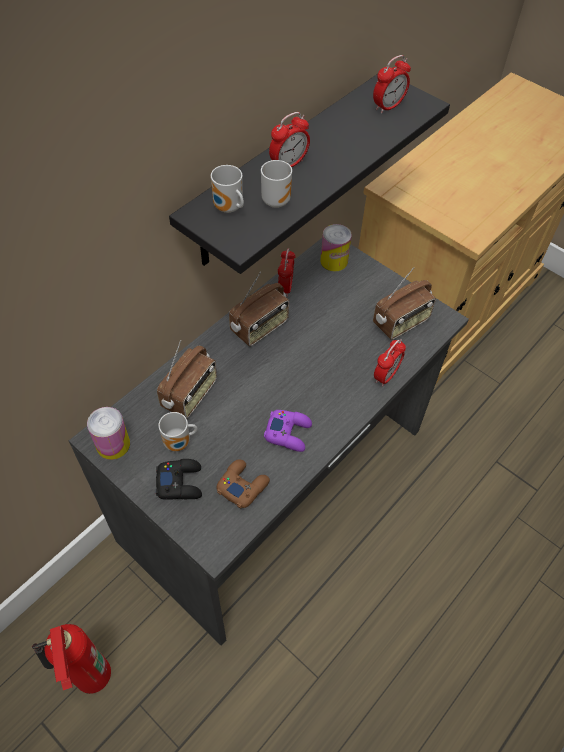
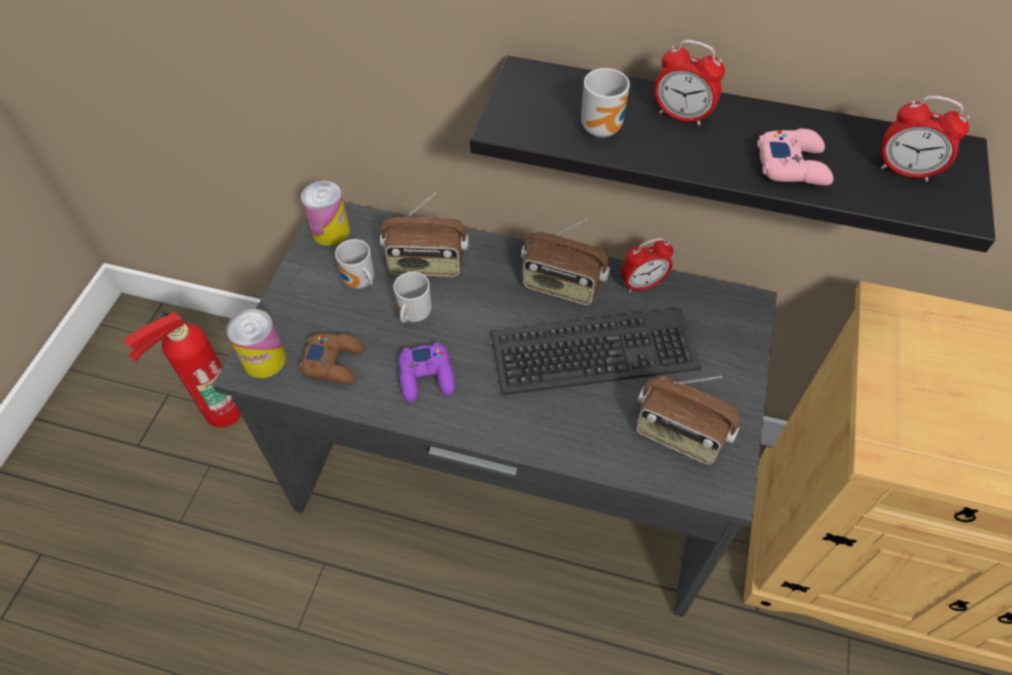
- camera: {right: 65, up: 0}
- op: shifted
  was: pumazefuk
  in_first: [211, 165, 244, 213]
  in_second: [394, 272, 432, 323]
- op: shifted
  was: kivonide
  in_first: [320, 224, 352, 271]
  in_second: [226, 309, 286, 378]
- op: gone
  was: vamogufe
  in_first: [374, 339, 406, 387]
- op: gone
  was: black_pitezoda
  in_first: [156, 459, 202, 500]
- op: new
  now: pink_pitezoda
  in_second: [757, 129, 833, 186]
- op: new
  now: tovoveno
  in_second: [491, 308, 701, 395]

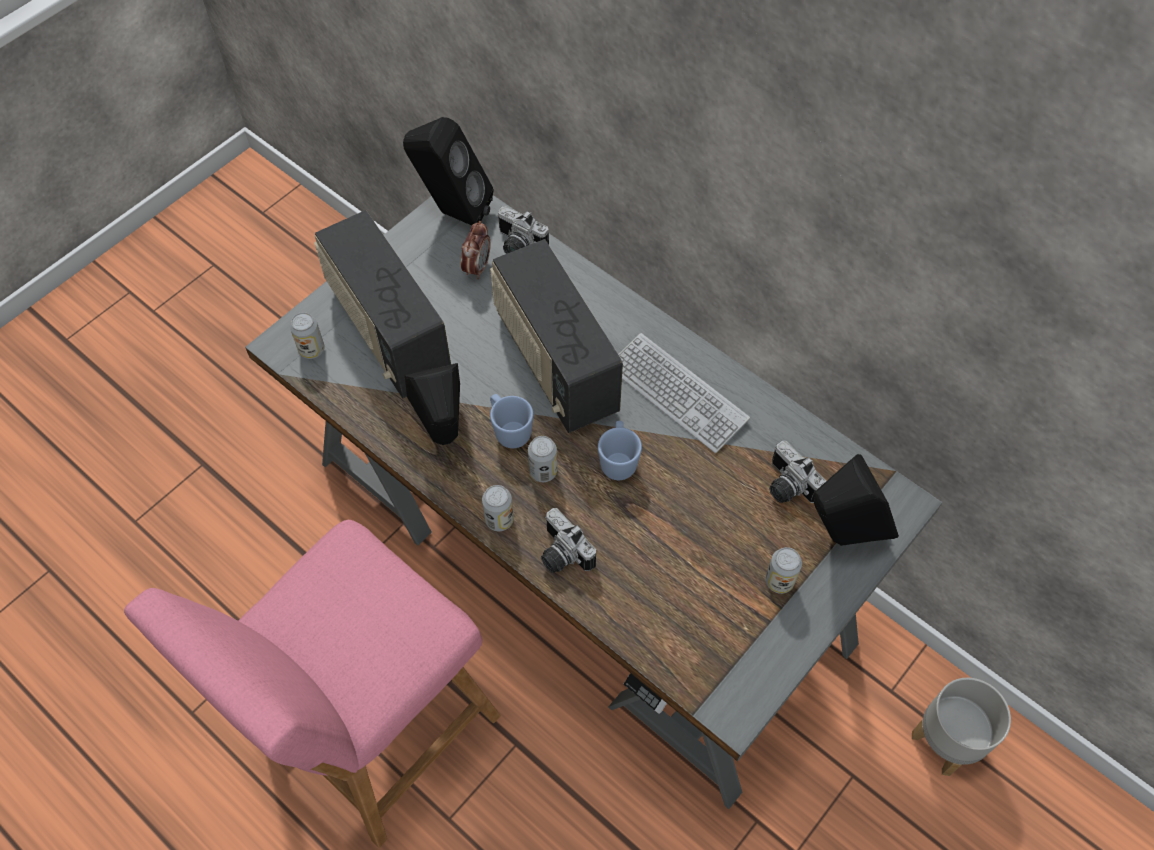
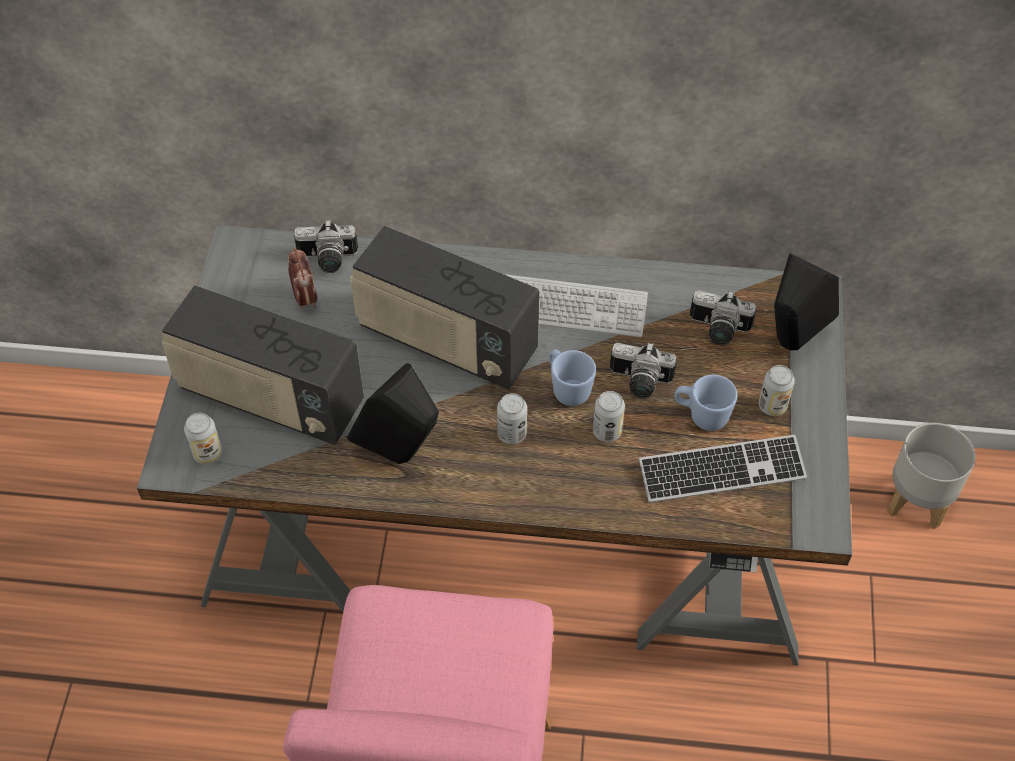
- camera: {right: -35, up: -5}
- op: gone
  was: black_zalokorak
  in_first: [403, 117, 494, 225]
- op: shifted
  was: blue_pumazefuk
  in_first: [490, 394, 534, 448]
  in_second: [675, 375, 737, 431]
- op: shifted
  was: kivonide
  in_first: [482, 485, 514, 531]
  in_second: [593, 391, 625, 442]
- op: shifted
  was: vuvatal
  in_first: [541, 508, 596, 573]
  in_second: [610, 342, 677, 399]
- op: new
  now: tovoveno
  in_second: [639, 435, 807, 503]

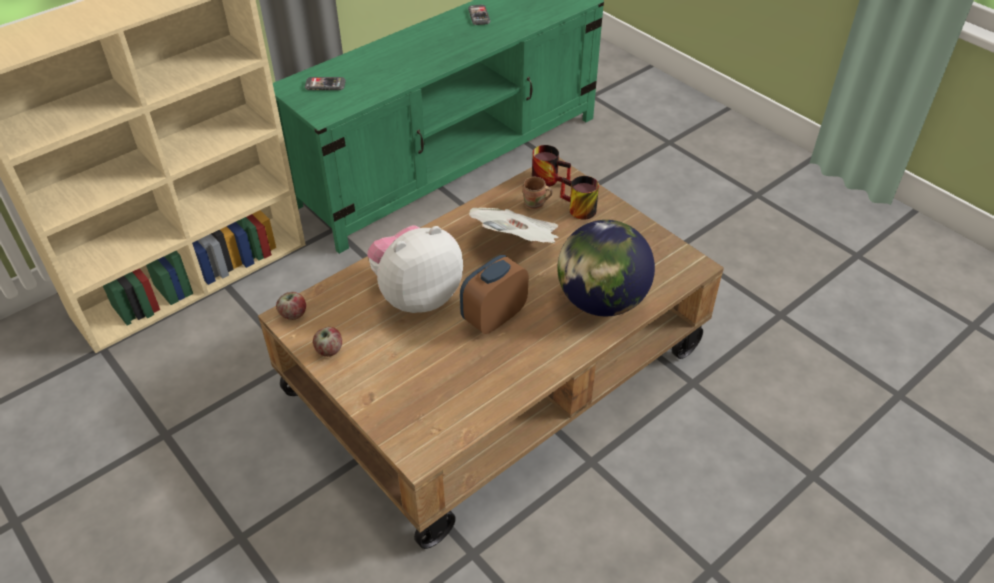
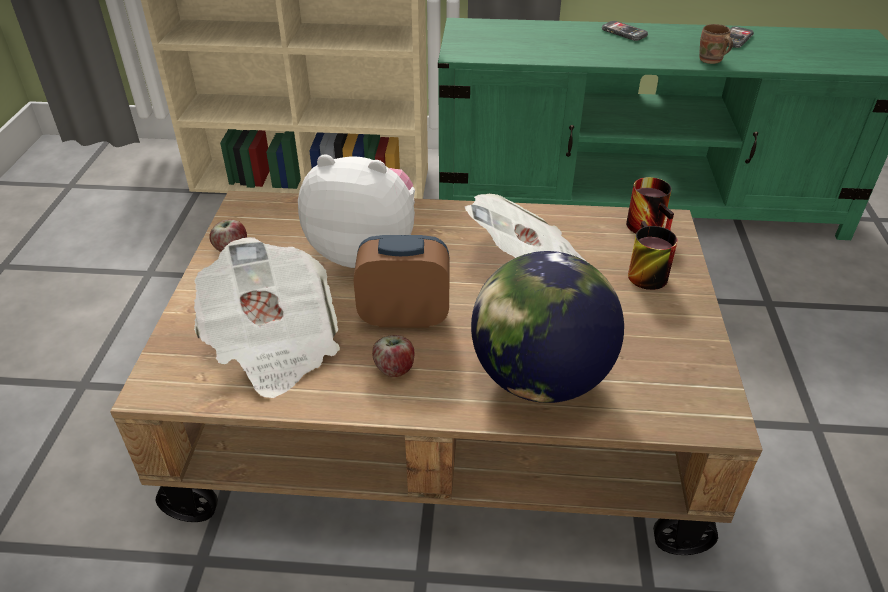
- camera: {right: 45, up: -5}
- op: shifted
  was: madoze
  in_first: [305, 77, 346, 91]
  in_second: [602, 21, 648, 41]
- op: shifted
  was: brown_pumazefuk
  in_first: [523, 176, 552, 210]
  in_second: [699, 24, 733, 64]
- op: shifted
  was: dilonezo
  in_first: [276, 292, 306, 320]
  in_second: [372, 335, 414, 377]
- op: new
  now: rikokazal
  in_second: [194, 237, 340, 398]

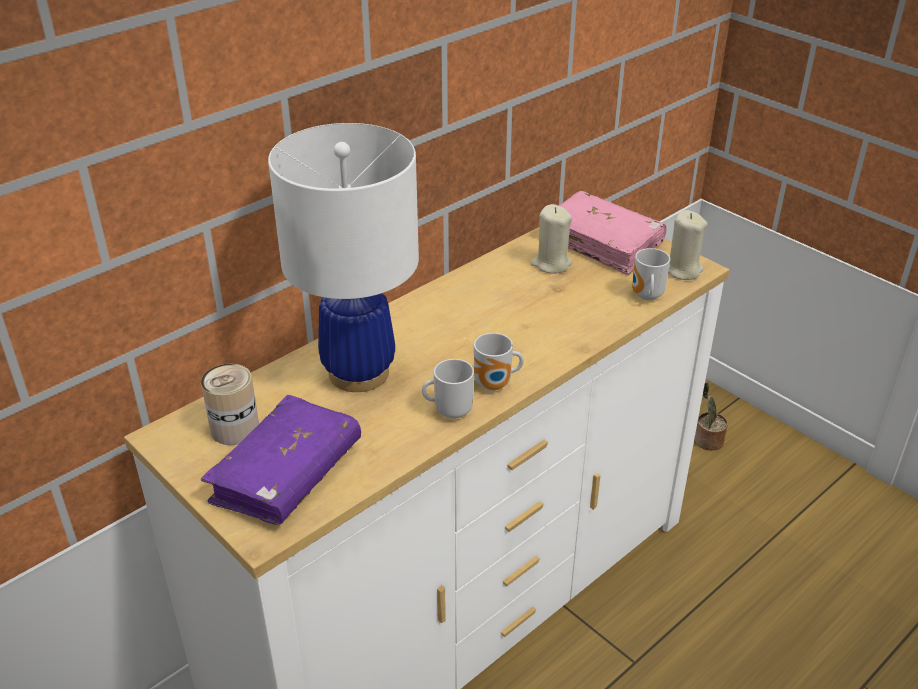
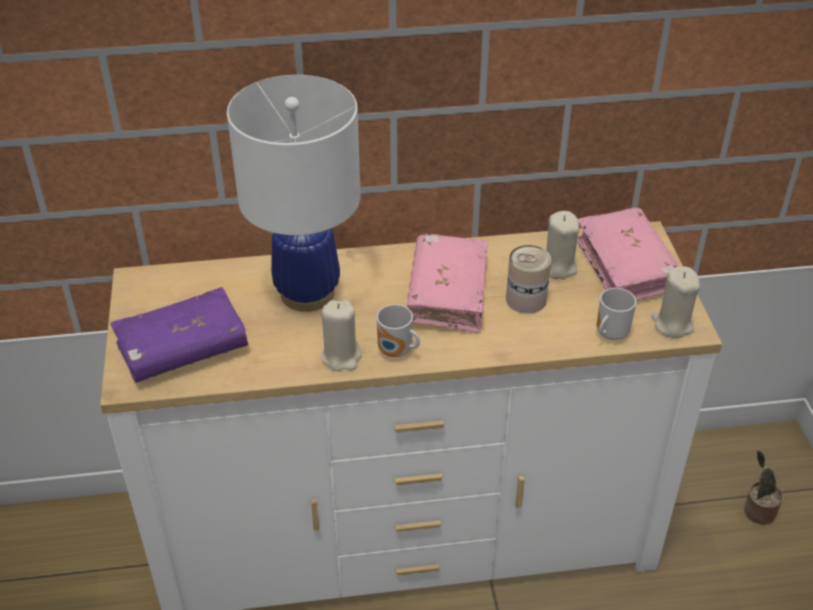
- camera: {right: 35, up: 5}
- op: swapped
  was: pumazefuk
  now: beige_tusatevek
  in_first: [422, 359, 474, 419]
  in_second: [321, 300, 362, 371]
- op: shifted
  was: kivonide
  in_first: [201, 364, 259, 445]
  in_second: [506, 245, 551, 314]
- op: new
  now: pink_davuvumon
  in_second: [406, 234, 488, 333]

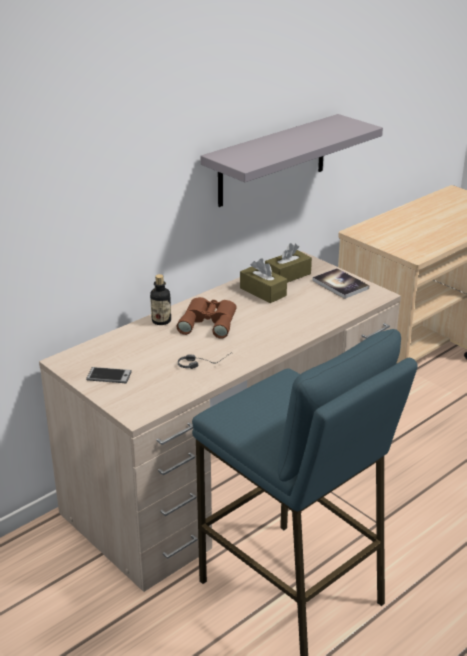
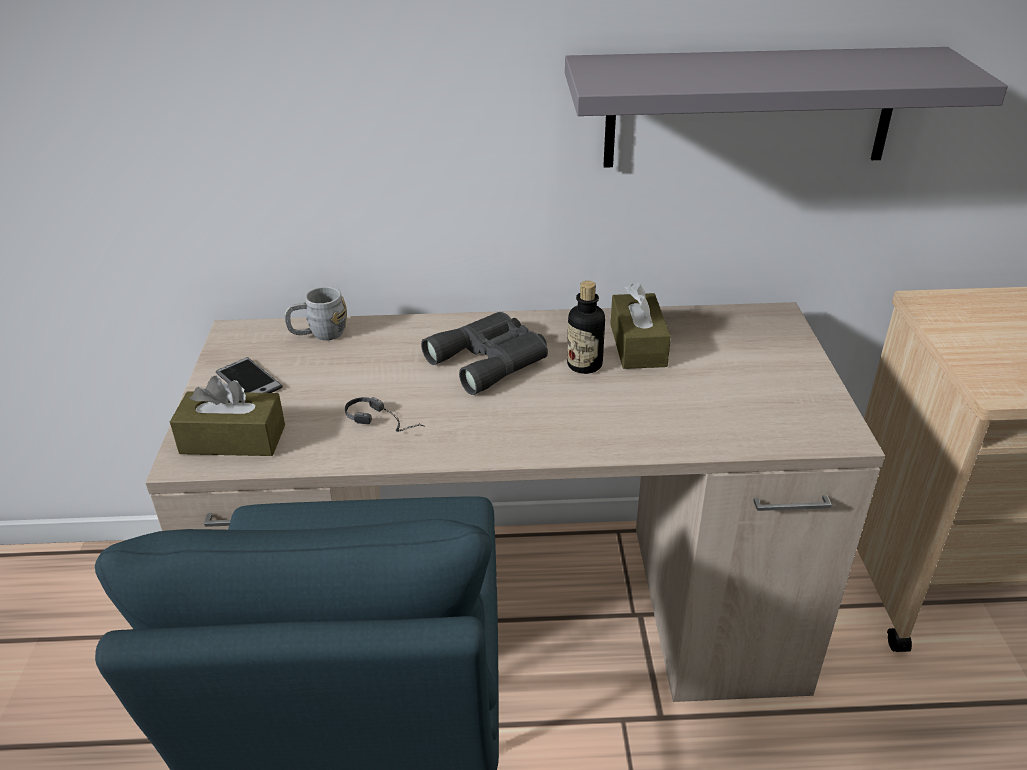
- camera: {right: 40, up: 5}
- op: shifted
  was: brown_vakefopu
  in_first: [265, 243, 312, 283]
  in_second: [170, 376, 285, 456]
- op: gone
  was: davuvumon
  in_first: [312, 268, 369, 299]
- op: shifted
  was: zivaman
  in_first: [150, 274, 171, 325]
  in_second: [567, 281, 605, 374]
- op: repainted
  was: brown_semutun
  now: grey_semutun
  in_first: [176, 297, 237, 339]
  in_second: [421, 312, 548, 395]
- op: new
  now: grey_pumazefuk
  in_second: [284, 286, 347, 341]

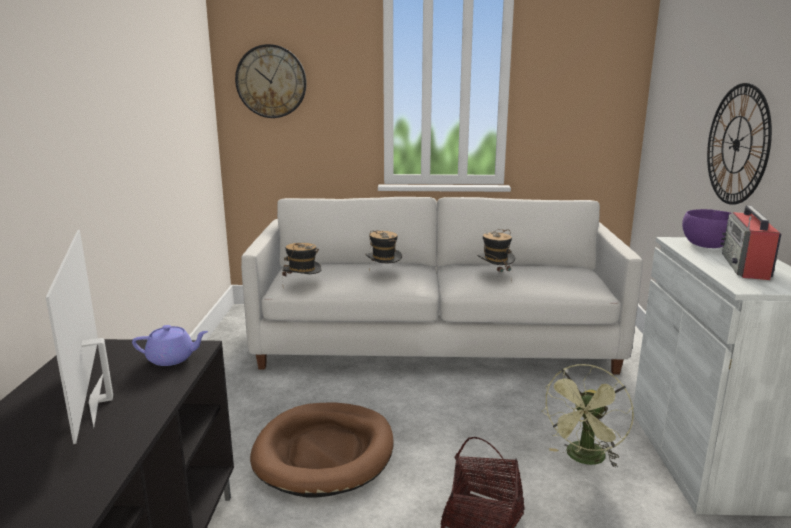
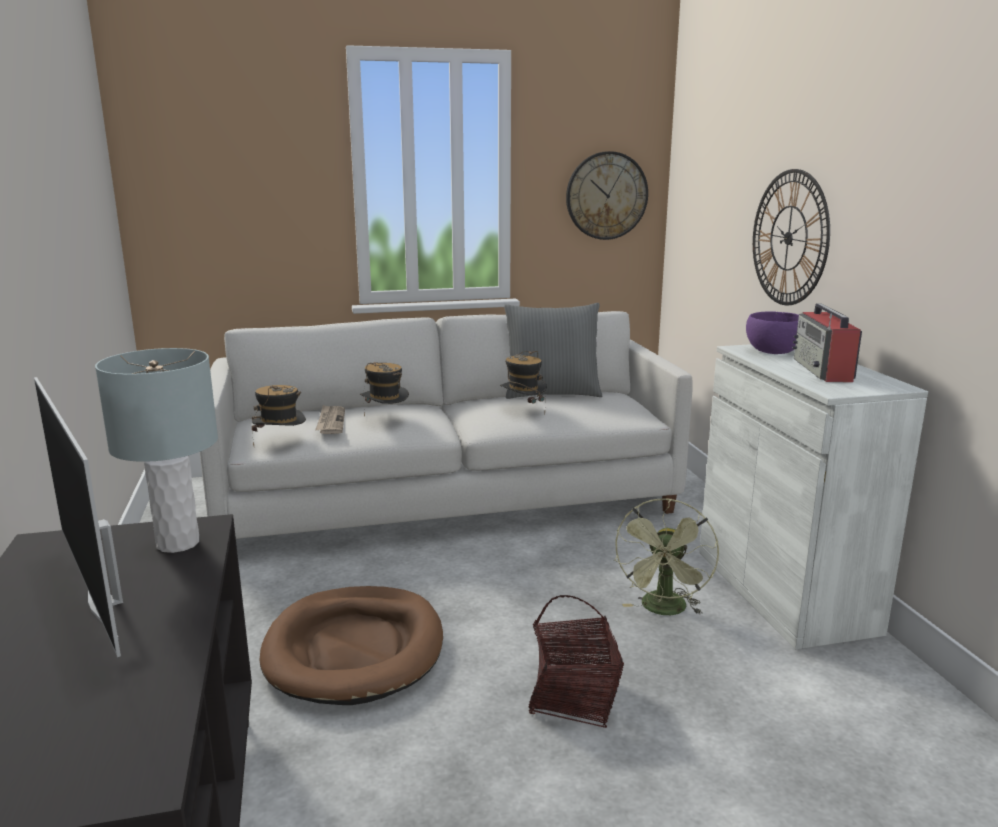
- camera: {right: -15, up: 0}
- op: shifted
  was: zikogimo
  in_first: [235, 44, 307, 118]
  in_second: [566, 151, 648, 240]
- op: swapped
  was: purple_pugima
  now: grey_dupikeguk
  in_first: [132, 325, 208, 366]
  in_second: [95, 348, 218, 553]
- op: new
  now: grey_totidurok
  in_second: [504, 303, 603, 399]
- op: new
  now: rikokazal
  in_second: [315, 405, 345, 434]

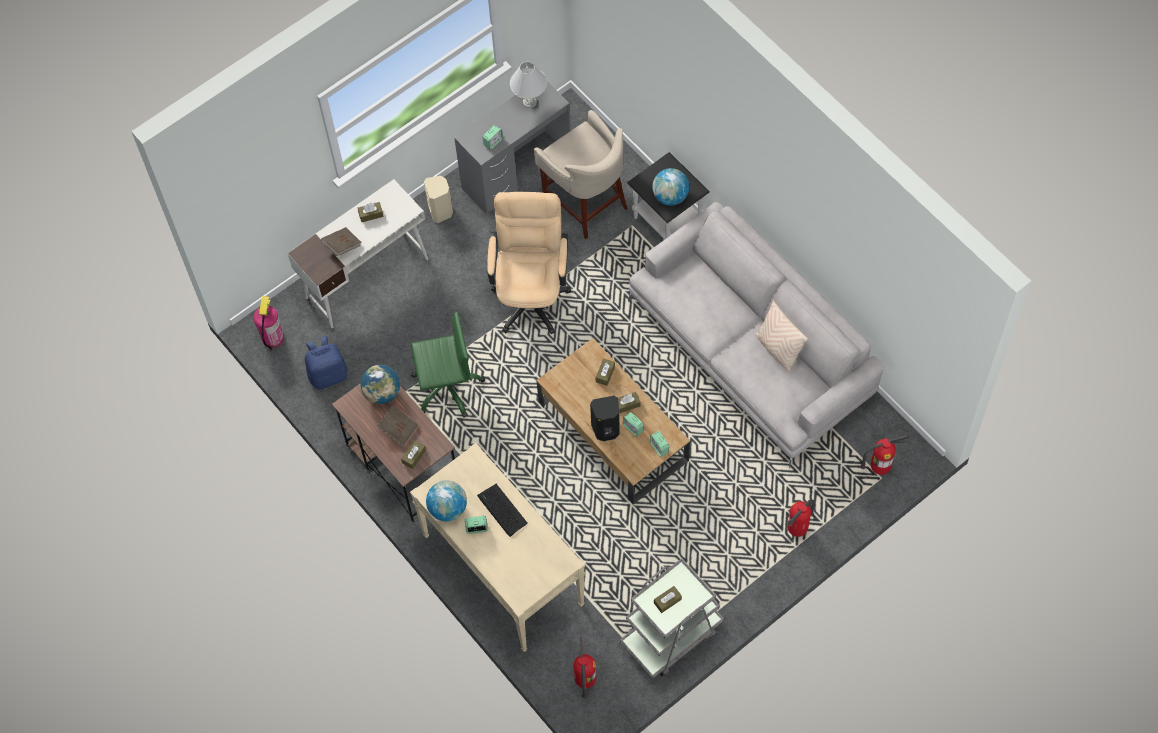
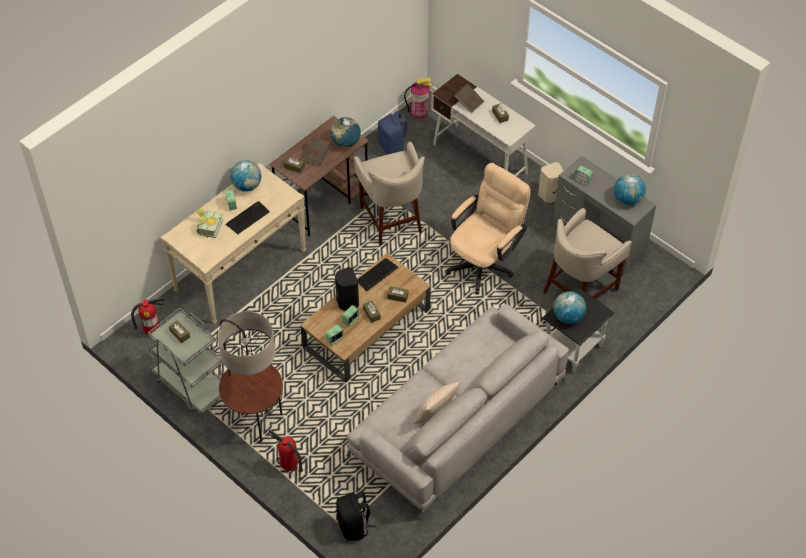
- camera: {right: 80, up: -10}
- op: swapped
  was: white_dupikeguk
  now: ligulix
  in_first: [510, 61, 547, 108]
  in_second: [614, 174, 646, 205]
- op: rotated
  was: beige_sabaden
  in_first: [487, 192, 571, 334]
  in_second: [445, 163, 530, 295]
  clockwise: -45
- op: swapped
  was: green_sabaden
  now: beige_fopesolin
  in_first: [411, 312, 485, 418]
  in_second: [354, 142, 425, 245]
- op: swapped
  was: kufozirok
  now: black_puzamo
  in_first: [861, 435, 909, 475]
  in_second: [336, 491, 376, 541]
- op: new
  now: davuvumon
  in_second: [196, 209, 223, 238]
- op: new
  now: tovoveno
  in_second: [357, 258, 398, 291]
- op: new
  now: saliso
  in_second: [218, 311, 283, 442]

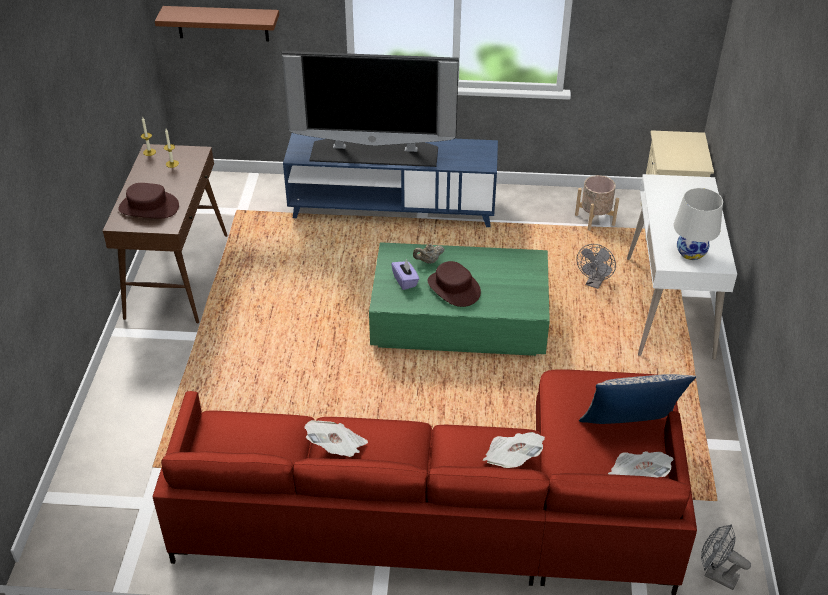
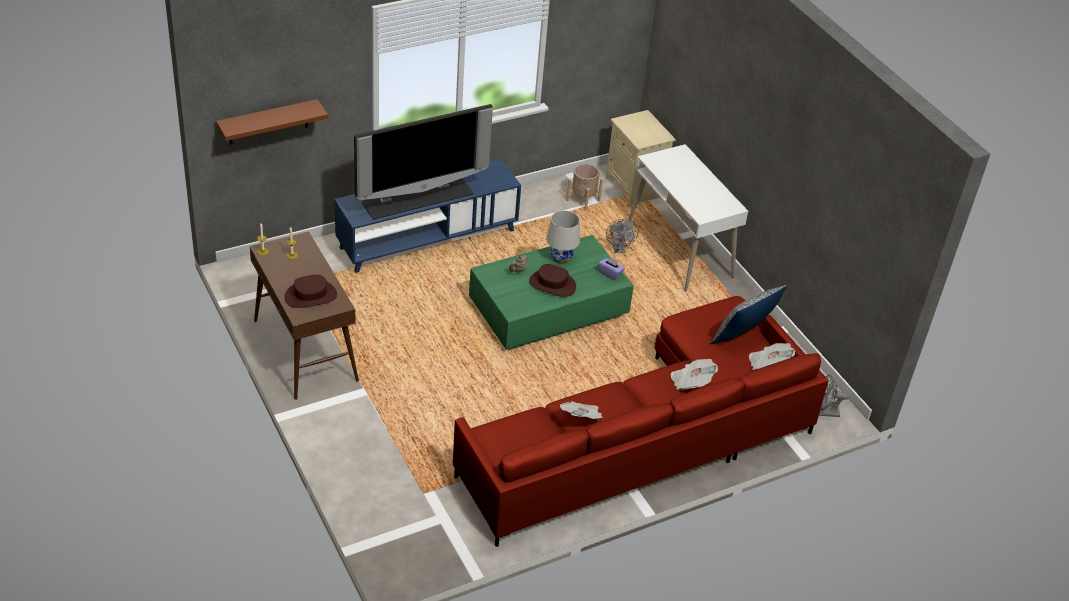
- camera: {right: -35, up: 0}
- op: shifted
  was: white_dupikeguk
  in_first: [674, 188, 723, 260]
  in_second: [546, 210, 580, 264]
- op: shifted
  was: purple_vakefopu
  in_first: [391, 259, 419, 290]
  in_second: [598, 257, 625, 280]

